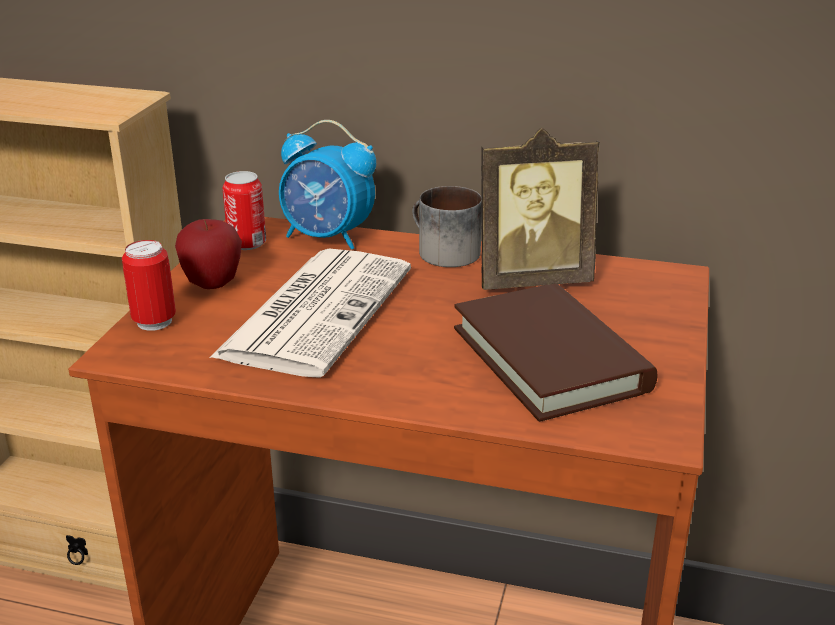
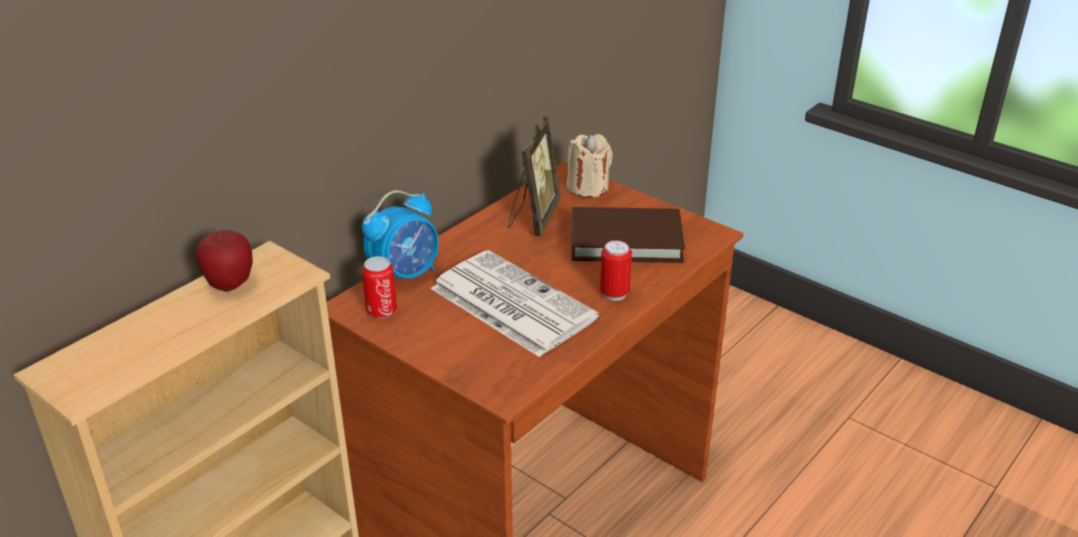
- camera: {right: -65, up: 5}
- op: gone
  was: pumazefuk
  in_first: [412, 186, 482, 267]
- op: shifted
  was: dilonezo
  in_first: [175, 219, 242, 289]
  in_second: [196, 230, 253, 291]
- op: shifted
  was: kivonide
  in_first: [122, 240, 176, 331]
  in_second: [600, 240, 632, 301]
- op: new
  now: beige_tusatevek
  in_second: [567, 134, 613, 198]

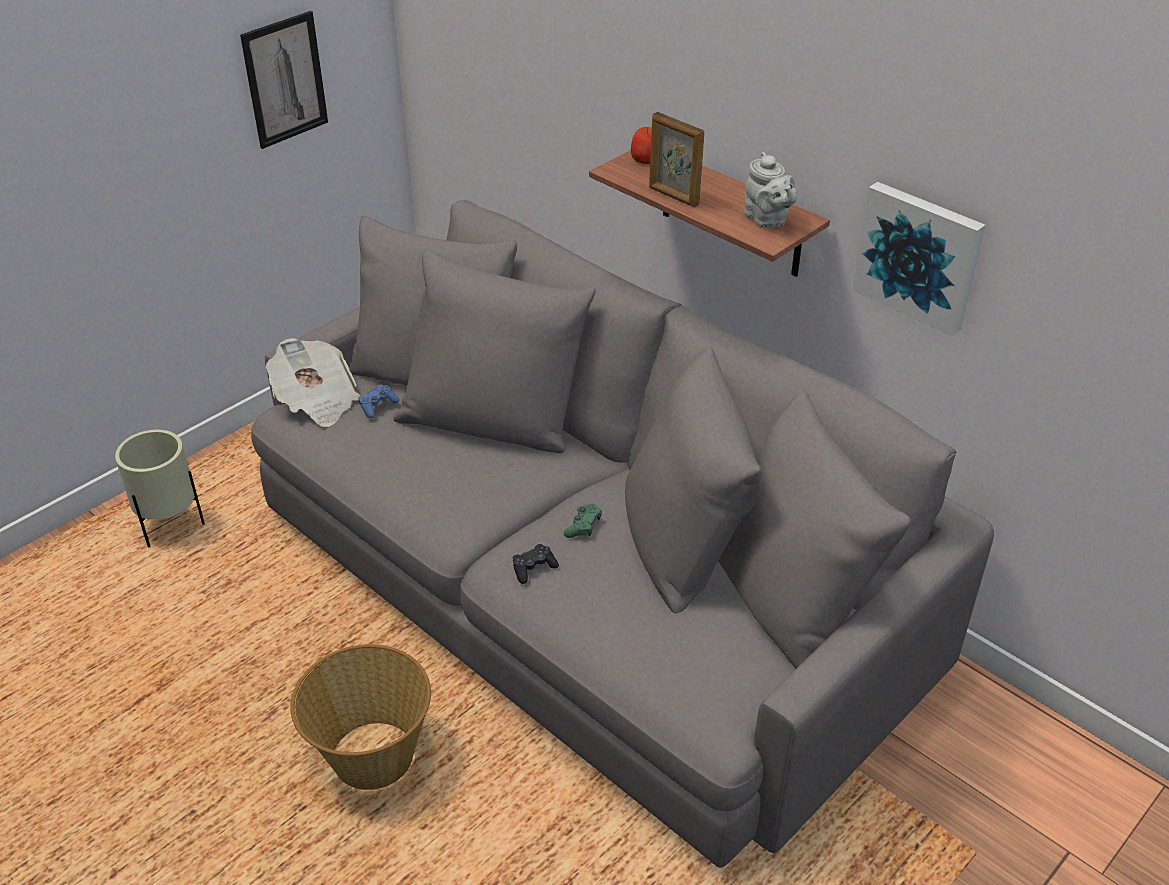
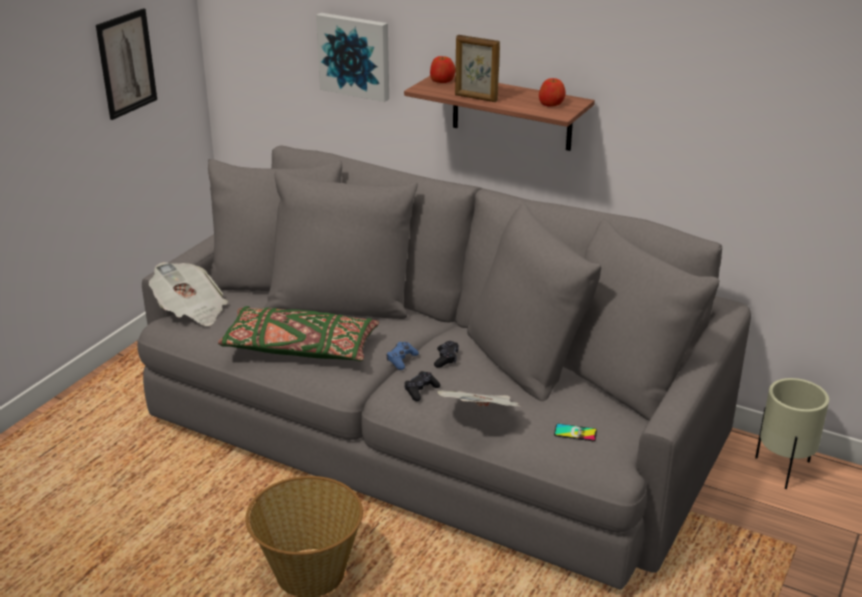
- camera: {right: -15, up: -10}
- op: swapped
  was: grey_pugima
  now: dilonezo
  in_first: [744, 152, 797, 228]
  in_second: [539, 78, 566, 107]
- op: shifted
  was: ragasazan
  in_first: [852, 182, 985, 336]
  in_second: [316, 13, 389, 102]
- op: shifted
  was: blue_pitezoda
  in_first: [359, 384, 399, 418]
  in_second: [387, 342, 419, 370]
- op: shifted
  was: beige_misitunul
  in_first: [115, 430, 205, 548]
  in_second: [755, 378, 829, 489]
- op: repainted
  was: green_pitezoda
  now: black_pitezoda
  in_first: [564, 503, 602, 538]
  in_second: [434, 341, 459, 368]
- op: new
  now: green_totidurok
  in_second: [218, 306, 379, 361]
- op: new
  now: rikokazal
  in_second: [437, 391, 521, 407]
- op: new
  now: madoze
  in_second: [554, 424, 597, 441]

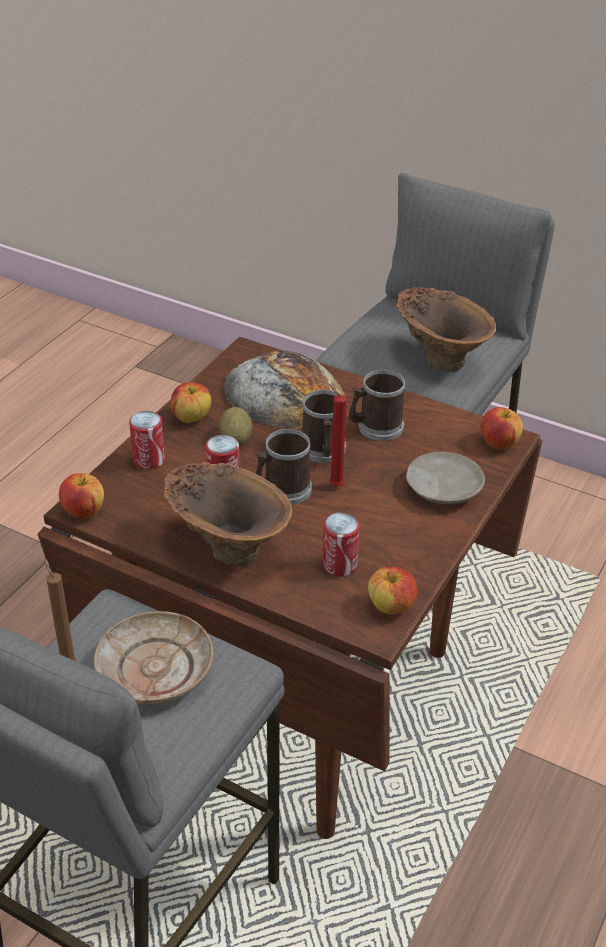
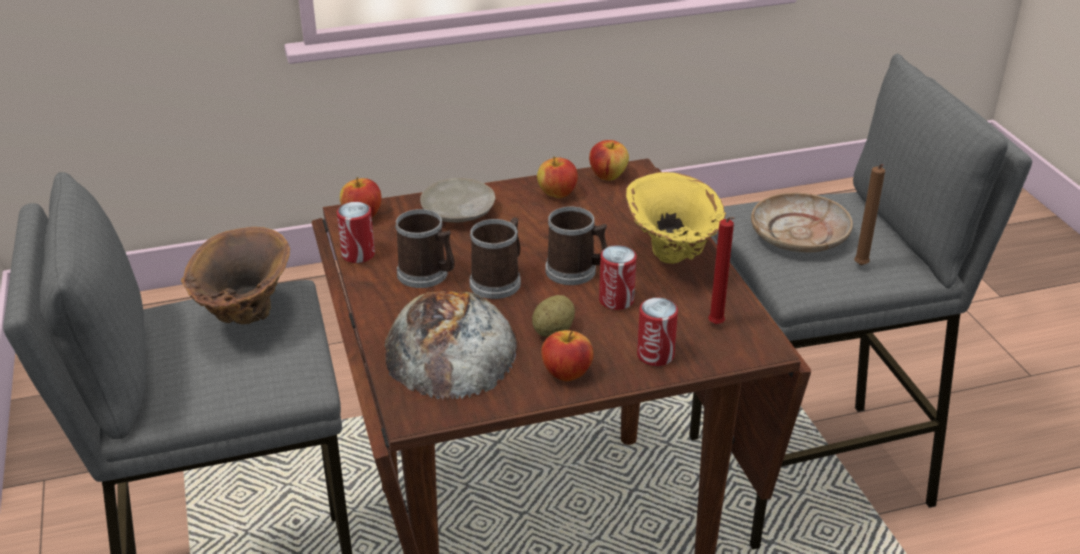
- camera: {right: -135, up: -5}
- op: shifted
  was: red_tusatevek
  in_first: [329, 384, 347, 486]
  in_second: [708, 217, 734, 324]
- op: repainted
  was: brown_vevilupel
  now: yellow_vevilupel
  in_first: [164, 462, 292, 567]
  in_second: [626, 172, 726, 264]
- op: shifted
  was: dilonezo
  in_first: [59, 473, 104, 519]
  in_second: [537, 157, 578, 198]
- op: shifted
  was: kivonide
  in_first: [322, 513, 360, 576]
  in_second: [337, 202, 375, 263]

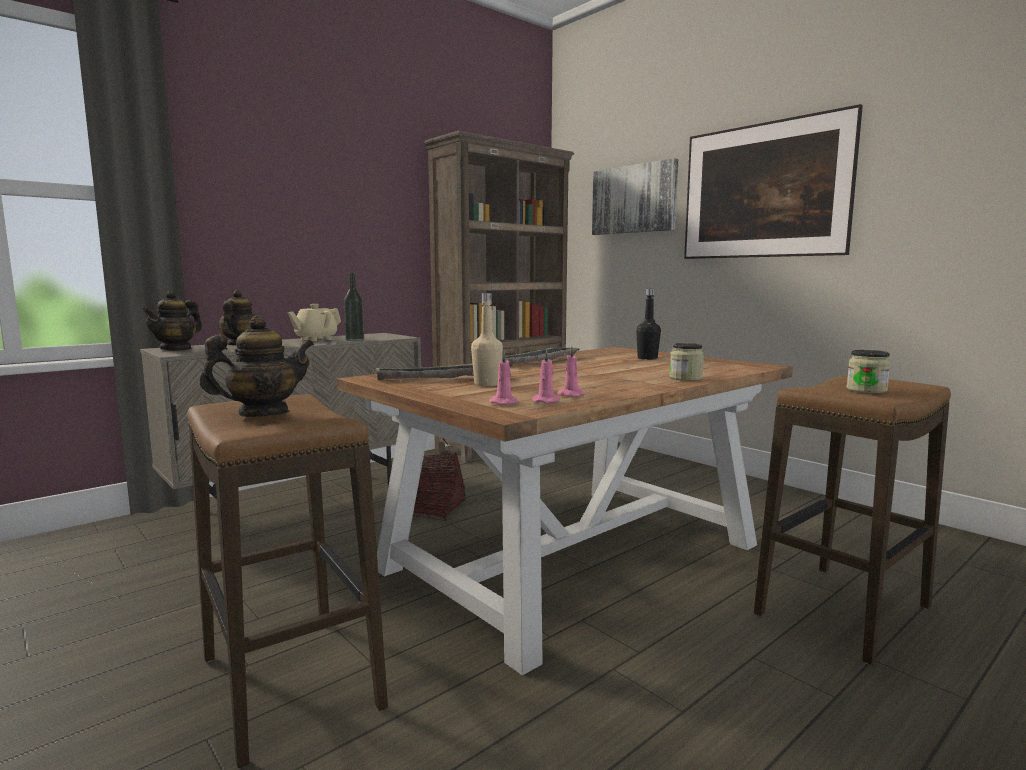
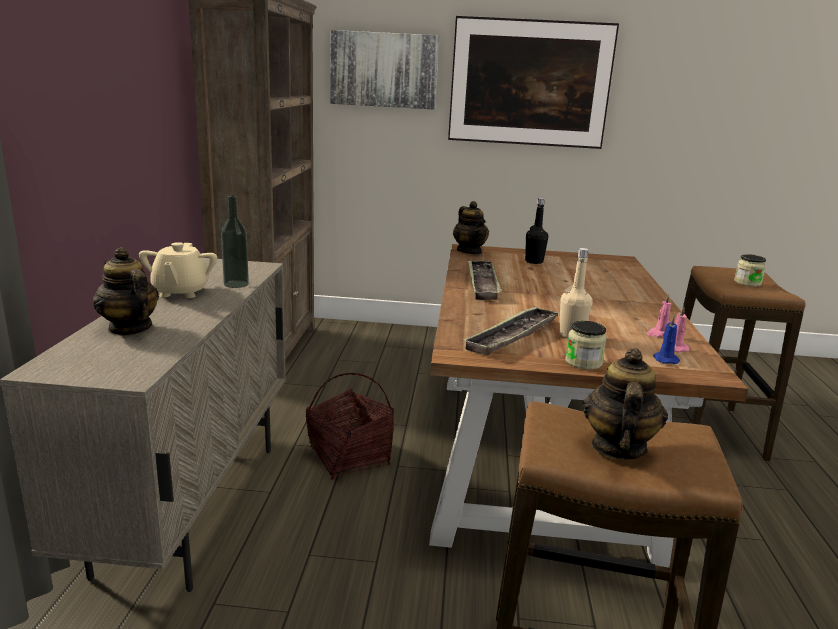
- camera: {right: -45, up: 10}
- op: shifted
  was: pugima
  in_first: [142, 291, 202, 351]
  in_second: [453, 201, 489, 254]
- op: shifted
  was: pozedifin
  in_first: [670, 343, 704, 381]
  in_second: [565, 321, 607, 370]
- op: repainted
  was: pink_tusatevek
  now: blue_tusatevek
  in_first: [489, 351, 518, 405]
  in_second: [653, 316, 680, 364]

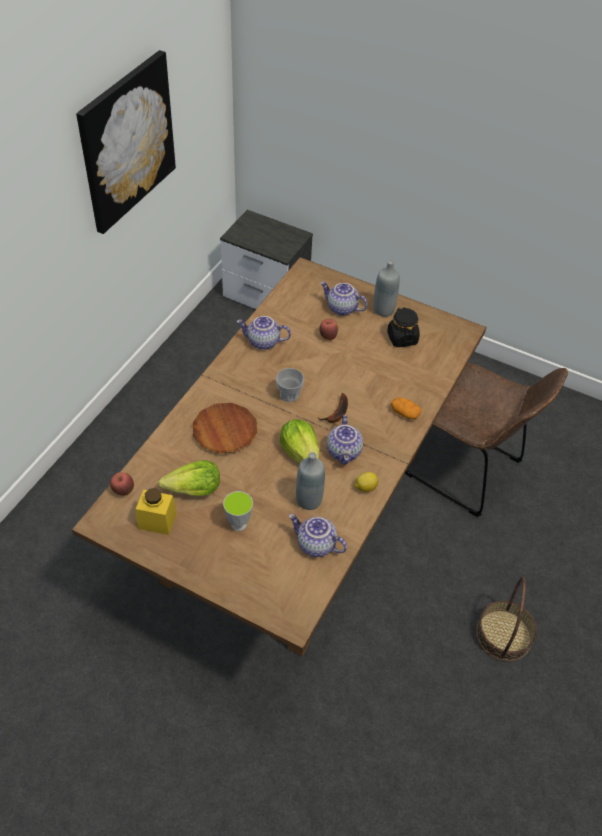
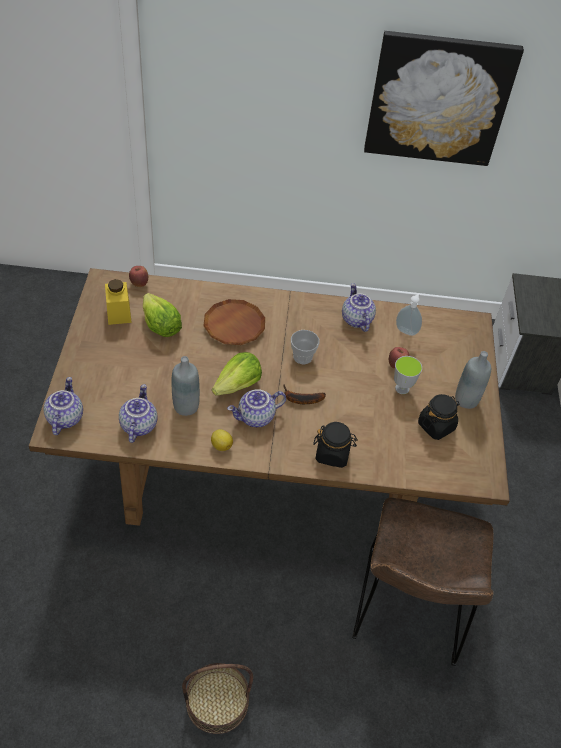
- camera: {right: 65, up: 0}
- op: shifted
  was: pugima
  in_first: [320, 281, 368, 316]
  in_second: [43, 377, 83, 435]
- op: swapped
  was: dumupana
  now: black_pozedifin
  in_first: [391, 397, 422, 419]
  in_second: [313, 422, 358, 468]
- op: shifted
  was: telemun
  in_first: [223, 491, 253, 531]
  in_second: [394, 356, 422, 394]
- op: new
  now: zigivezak
  in_second: [396, 293, 422, 336]

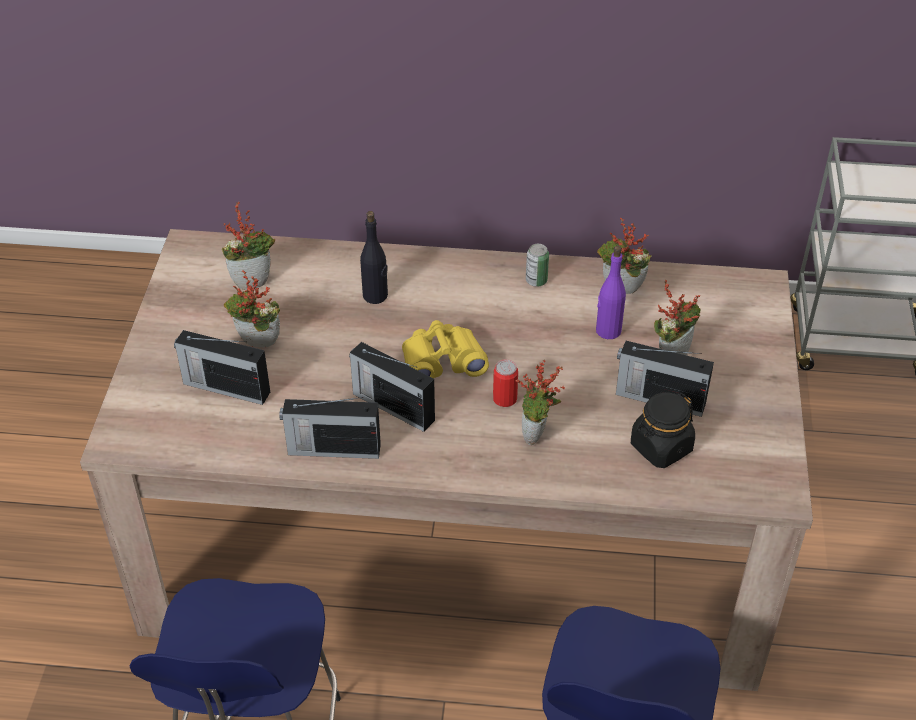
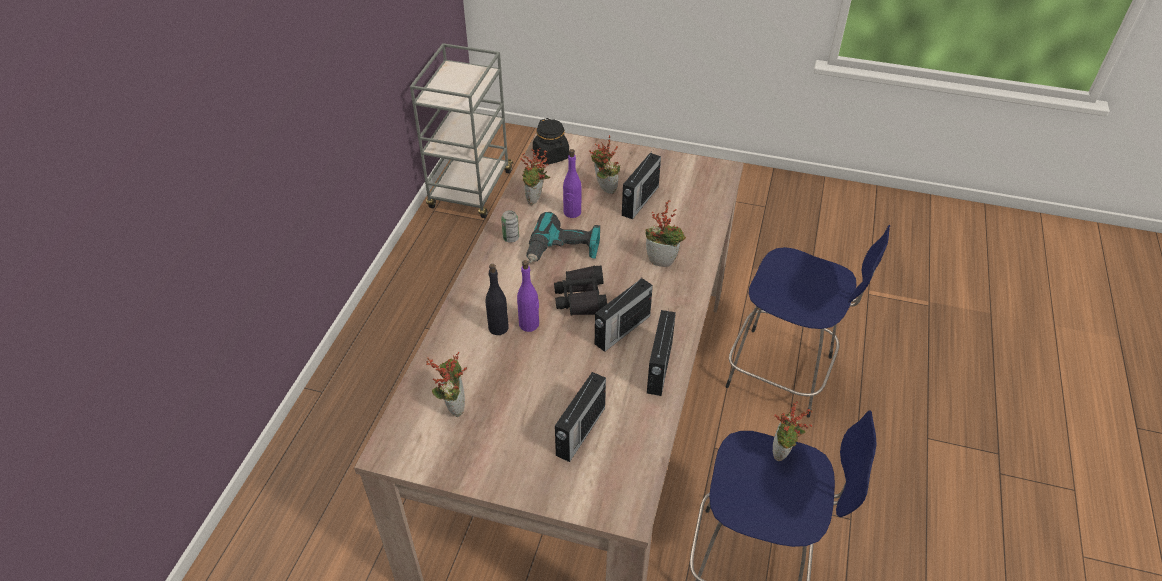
- camera: {right: -80, up: 0}
- op: shifted
  was: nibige
  in_first: [224, 270, 280, 347]
  in_second: [773, 402, 812, 461]
- op: repainted
  was: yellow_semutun
  now: black_semutun
  in_first: [402, 320, 489, 378]
  in_second: [554, 266, 607, 315]
- op: gone
  was: kivonide
  in_first: [493, 359, 518, 407]
- op: shifted
  was: black_pozedifin
  in_first: [631, 392, 695, 468]
  in_second: [533, 118, 569, 165]
- op: new
  now: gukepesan
  in_second: [526, 212, 600, 263]
- op: new
  now: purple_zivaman
  in_second: [517, 260, 539, 332]

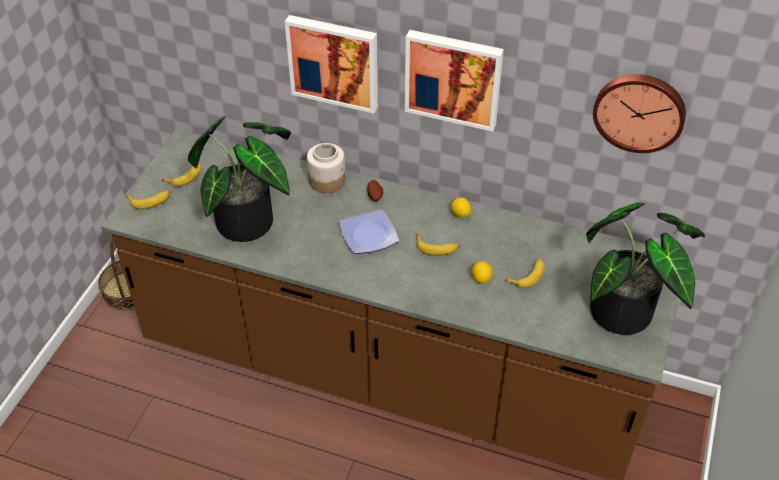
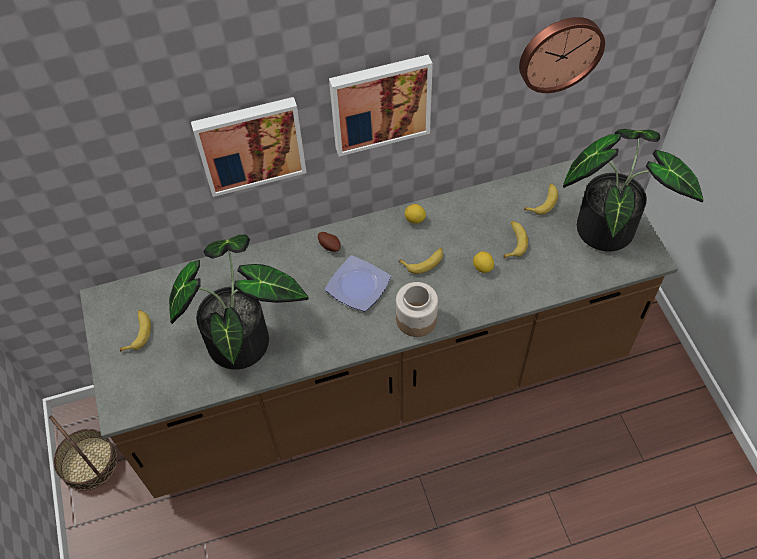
- camera: {right: -35, up: 10}
- op: shifted
  was: pozedifin
  in_first: [307, 143, 346, 193]
  in_second: [396, 282, 438, 337]
- op: shifted
  was: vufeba
  in_first: [126, 190, 170, 210]
  in_second: [524, 183, 558, 215]

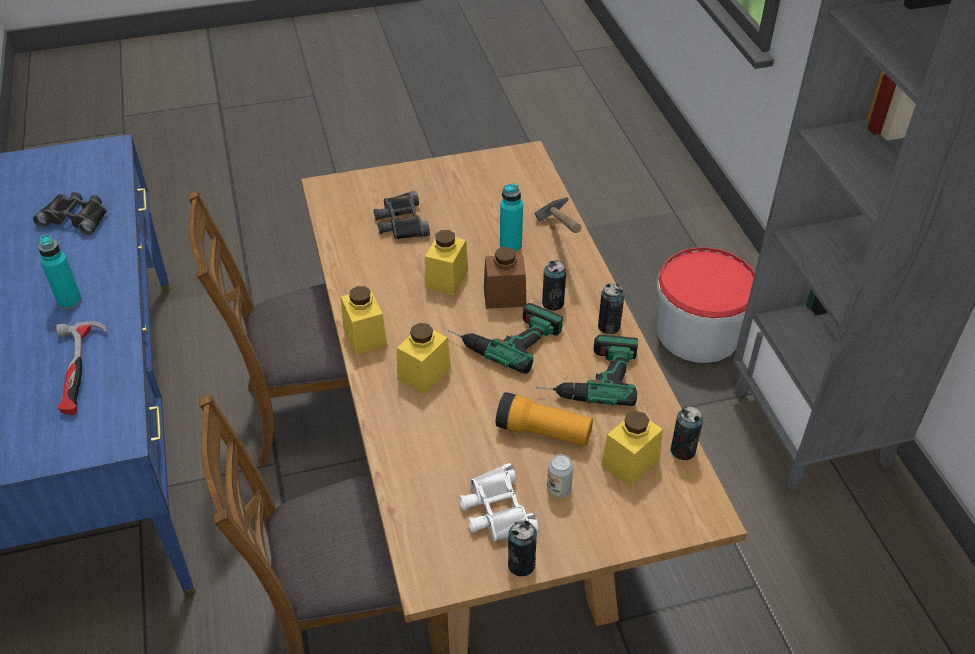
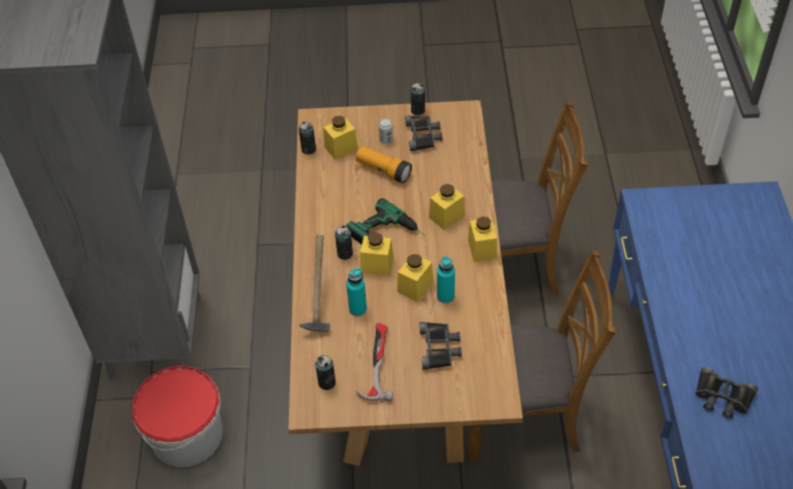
- camera: {right: -165, up: 5}
- op: shifted
  was: turquoise_zivaman
  in_first: [38, 234, 82, 309]
  in_second: [437, 256, 455, 304]
- op: repainted
  was: brown_pozedifin
  now: yellow_pozedifin
  in_first: [484, 247, 526, 309]
  in_second: [360, 232, 394, 276]
- op: shifted
  was: kivonide
  in_first: [598, 283, 624, 334]
  in_second: [315, 355, 336, 390]
- op: shifted
  was: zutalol
  in_first: [56, 321, 108, 415]
  in_second: [355, 323, 393, 401]
- op: gone
  was: gukepesan
  in_first: [536, 335, 638, 406]
- op: repainted
  was: white_semutun
  now: black_semutun
  in_first: [459, 463, 539, 542]
  in_second: [405, 116, 443, 151]

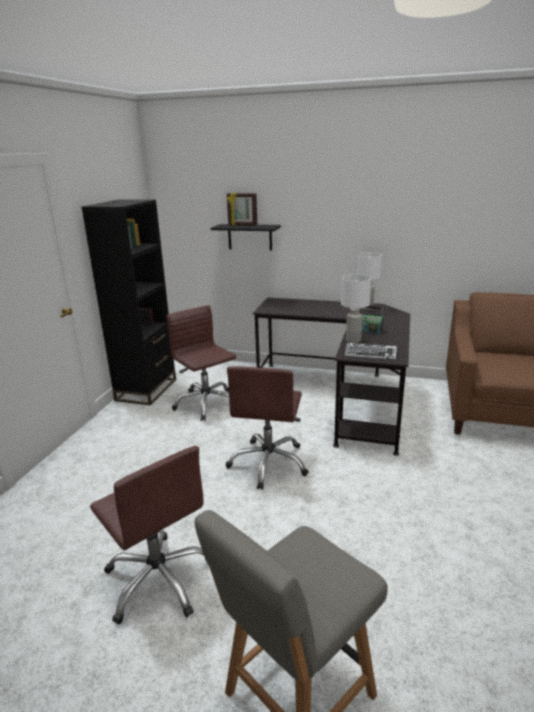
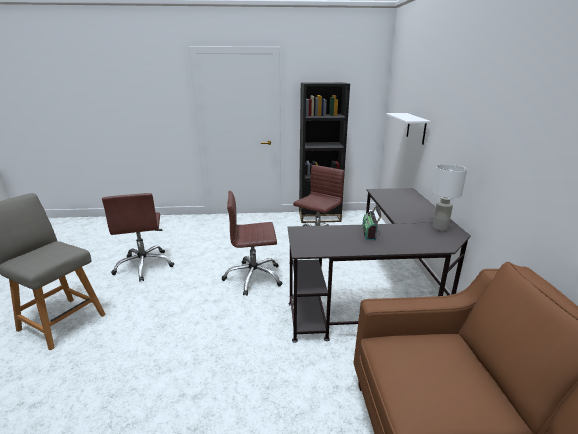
- camera: {right: 70, up: 0}
- op: gone
  was: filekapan
  in_first: [226, 192, 257, 226]
- op: repainted
  was: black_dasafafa
  now: white_dasafafa
  in_first: [211, 224, 281, 251]
  in_second: [386, 113, 431, 145]
- op: gone
  was: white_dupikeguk
  in_first: [341, 274, 371, 343]
- op: gone
  was: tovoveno
  in_first: [345, 343, 397, 360]
- op: rotated
  was: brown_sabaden
  in_first: [90, 446, 206, 624]
  in_second: [102, 193, 174, 281]
  clockwise: -45

